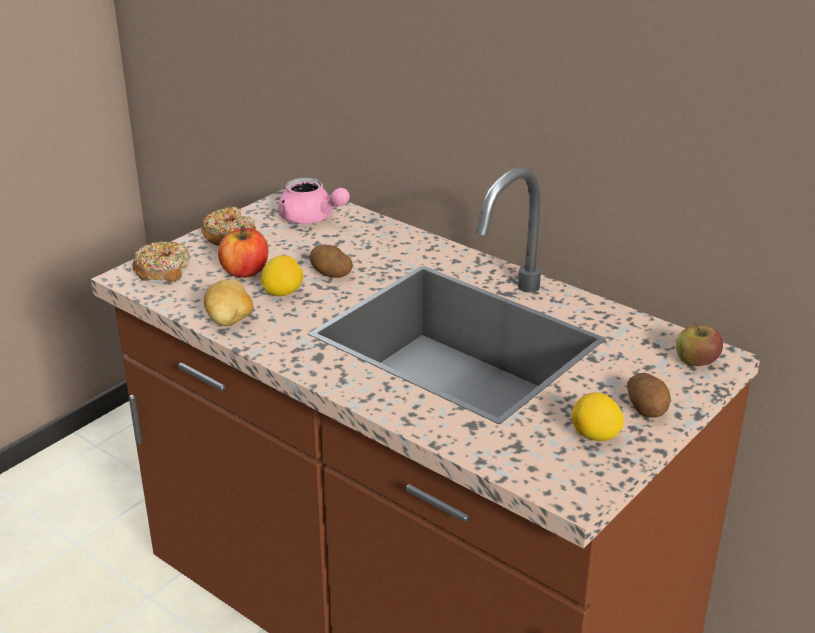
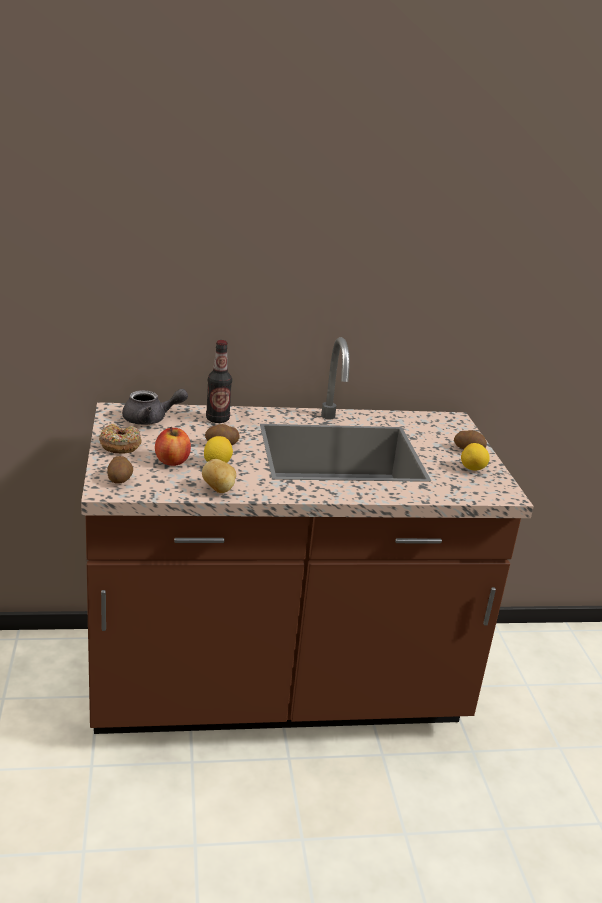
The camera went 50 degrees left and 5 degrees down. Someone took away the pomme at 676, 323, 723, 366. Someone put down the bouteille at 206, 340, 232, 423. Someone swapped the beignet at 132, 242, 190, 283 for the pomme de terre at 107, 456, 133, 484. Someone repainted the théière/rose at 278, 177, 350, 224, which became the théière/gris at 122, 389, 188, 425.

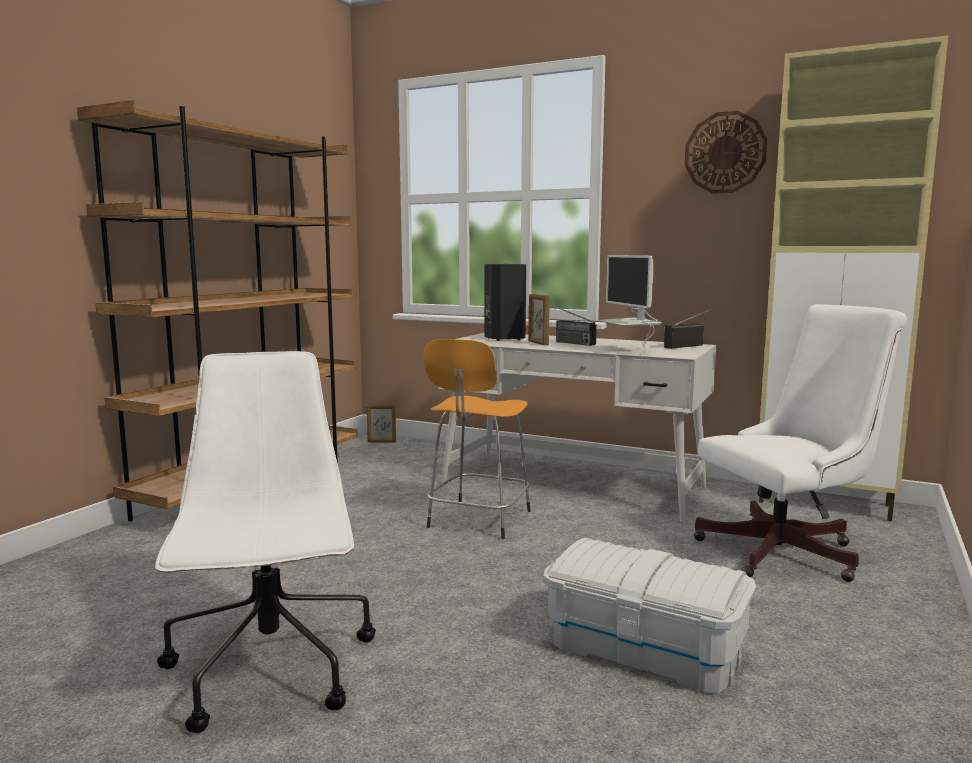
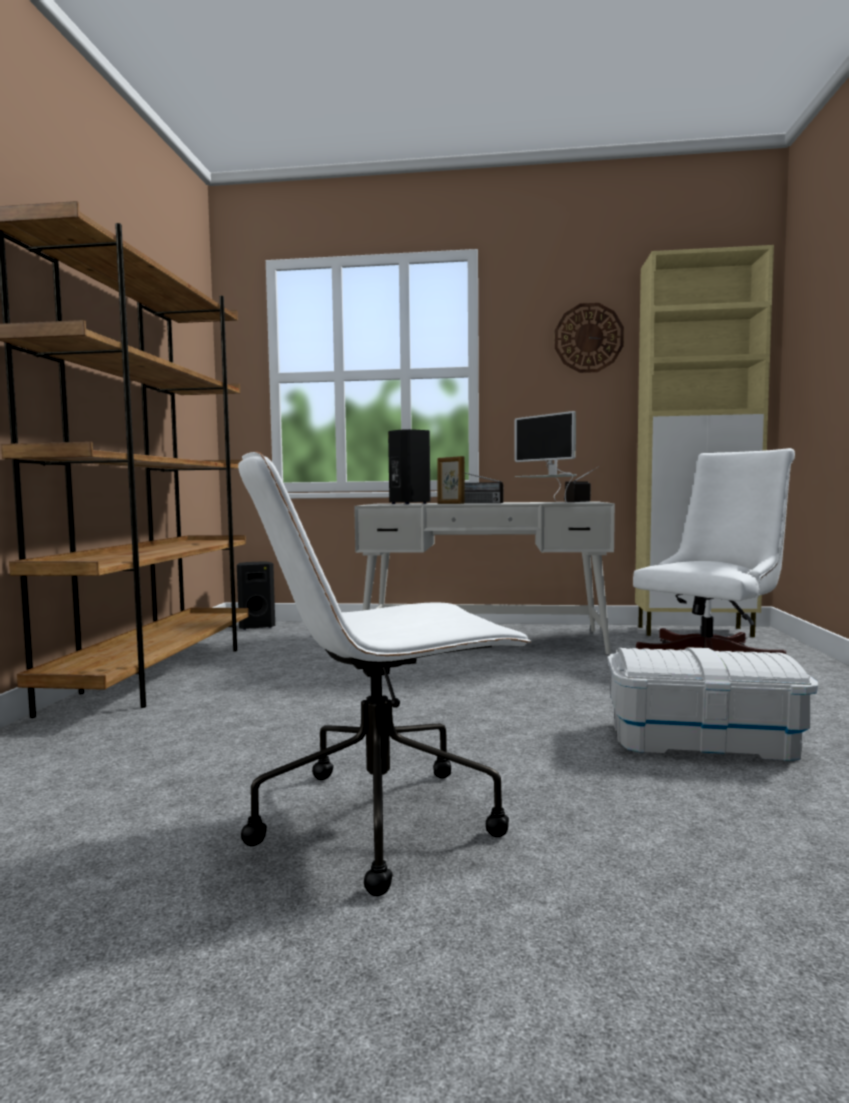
The camera went 20 degrees left and 5 degrees down. Someone took away the tabouret/orange at 423, 339, 531, 539. Someone swapped the cadre photo at 367, 404, 396, 443 for the enceinte/noir at 237, 562, 275, 630. Someone rotated the chaise de bureau/blanc at 155, 351, 376, 733 by 75 degrees counterclockwise.

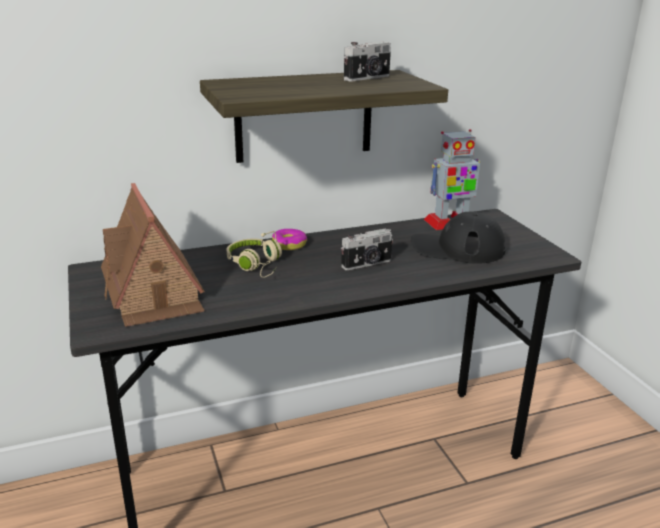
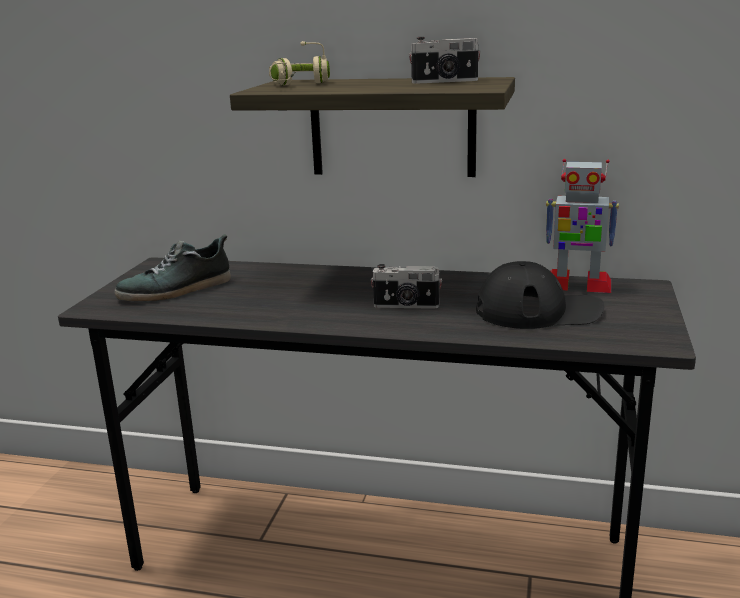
The camera went 35 degrees right and 5 degrees down. Someone took away the beignet at 272, 229, 307, 250. Someone carried the casque audio/beige from 226, 231, 282, 278 to 269, 41, 330, 85. Someone swapped the maison miniature at 101, 183, 205, 327 for the chaussure at 114, 234, 231, 301. Someone rotated the casquette/noir at 411, 212, 506, 264 by 135 degrees clockwise.

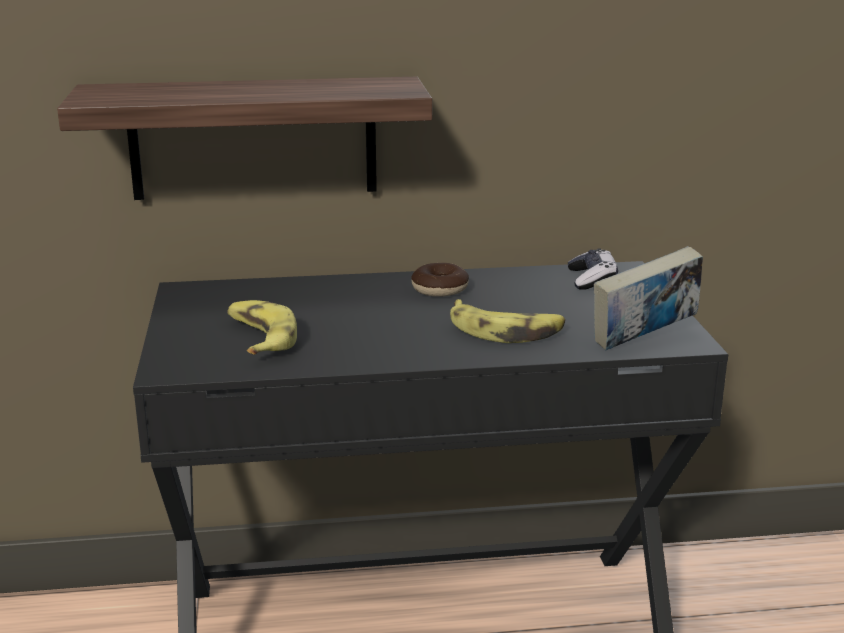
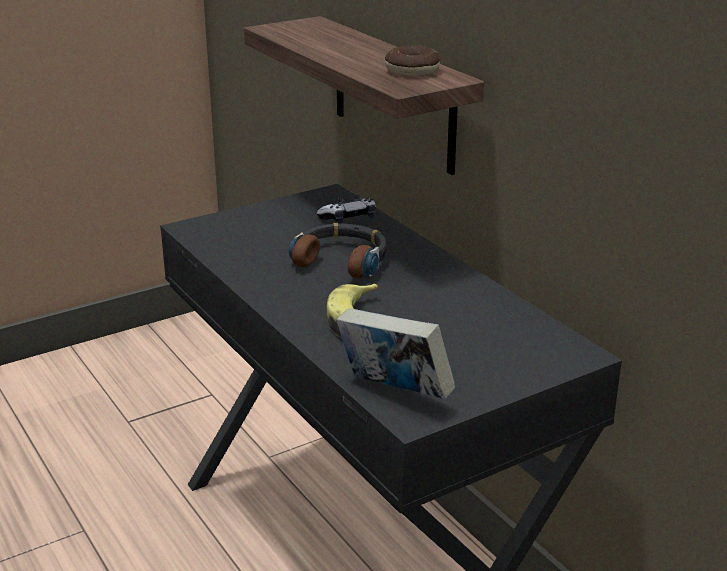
The camera went 65 degrees right and 5 degrees up. Someone took away the banane at 227, 300, 297, 355. Someone put down the casque audio at 289, 223, 387, 278. Someone carried the beignet from 411, 263, 469, 297 to 385, 45, 440, 76. Someone carried the manette from 568, 249, 618, 290 to 317, 195, 376, 224.

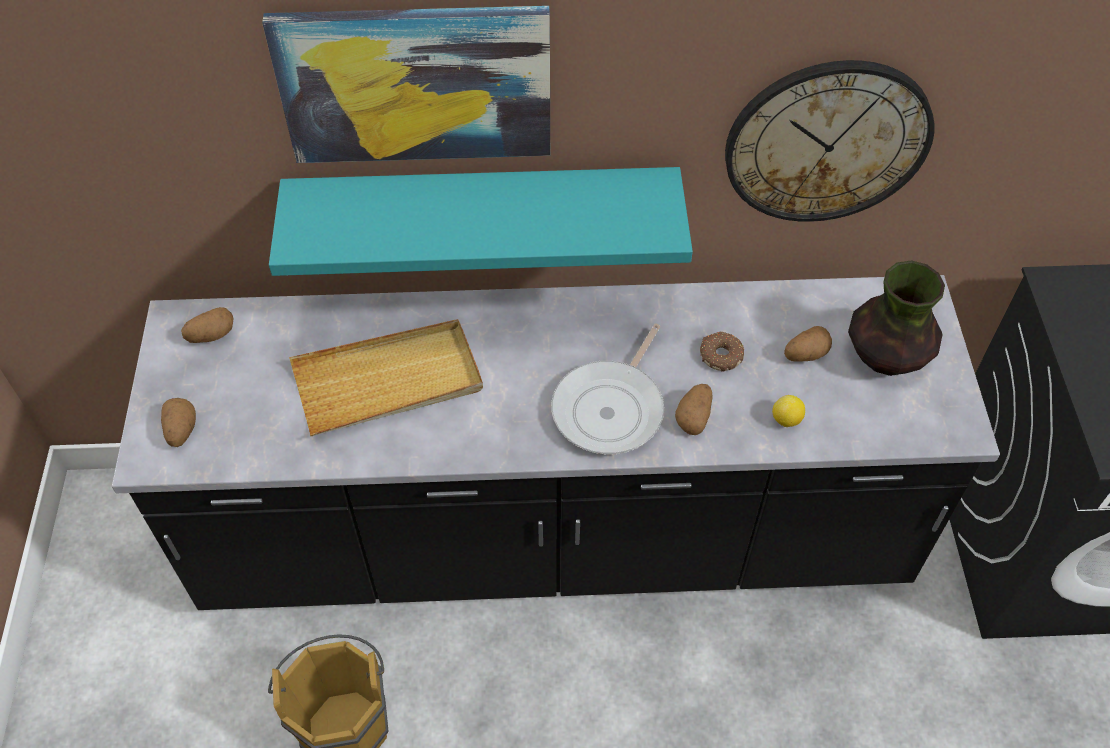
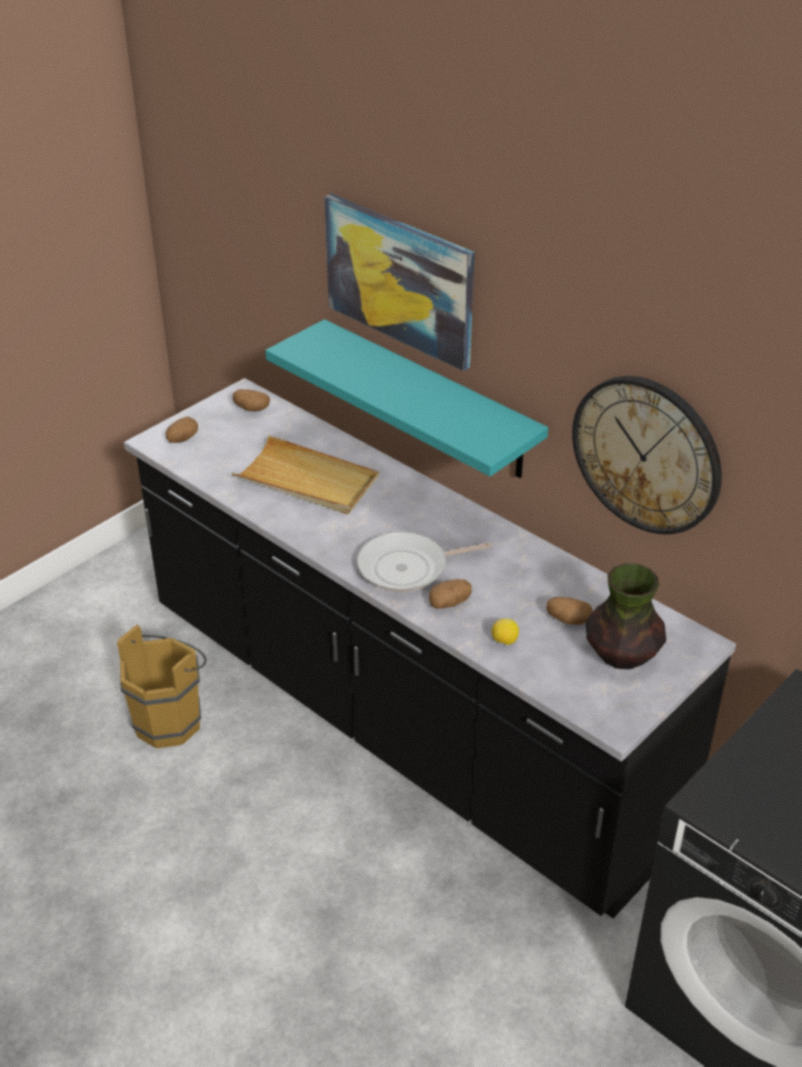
The camera went 45 degrees right and 15 degrees down. Someone took away the beignet at 700, 332, 744, 372.

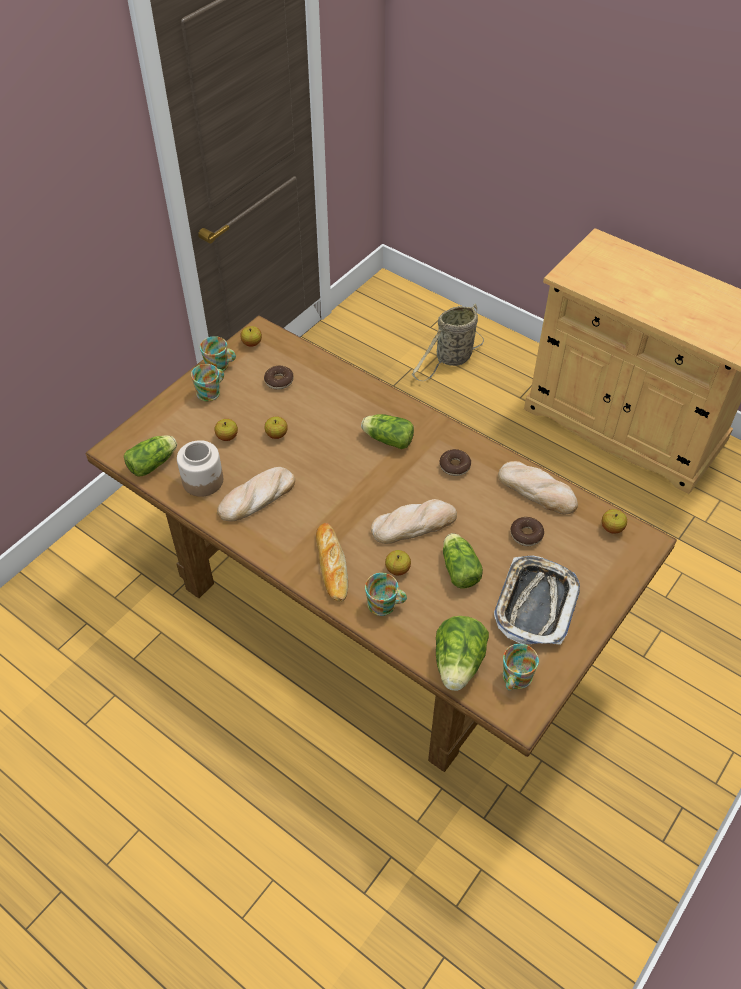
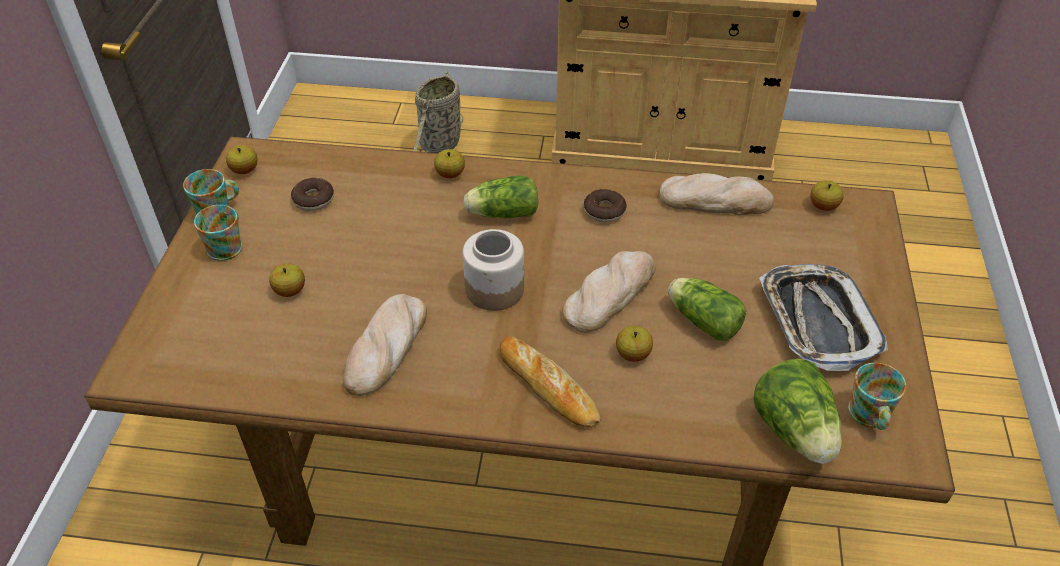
The camera went 30 degrees left and 5 degrees down. Someone took away the laitue at 124, 435, 177, 477. Someone took away the mug at 365, 573, 407, 616. Someone took away the beignet at 510, 517, 544, 546. Someone carried the bocal from 177, 440, 223, 497 to 463, 229, 524, 311. Someone carried the pomme from 264, 416, 288, 439 to 434, 149, 465, 178.

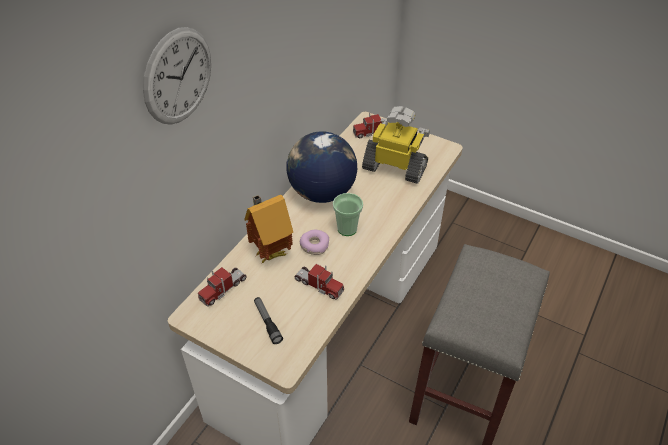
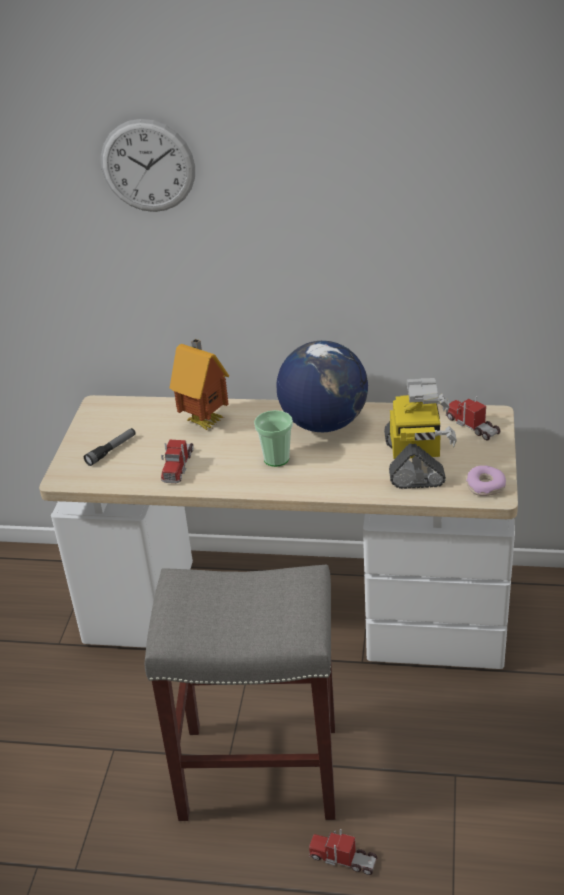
The camera went 70 degrees right and 10 degrees down. Someone carried the camion jouet from 198, 267, 246, 307 to 309, 829, 378, 875. Someone carried the beignet from 300, 230, 329, 255 to 466, 465, 506, 496.

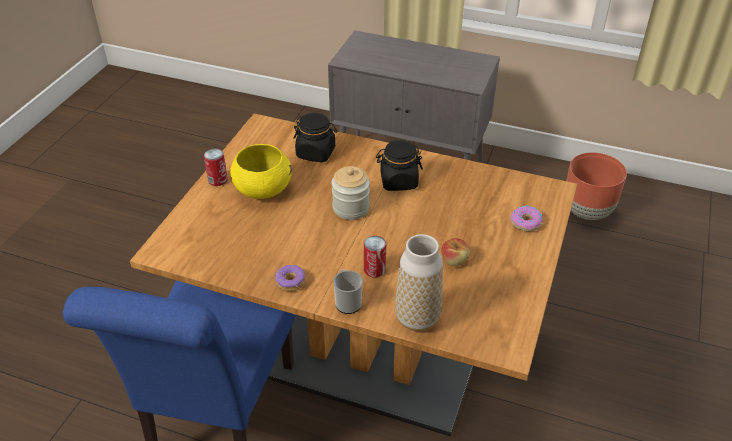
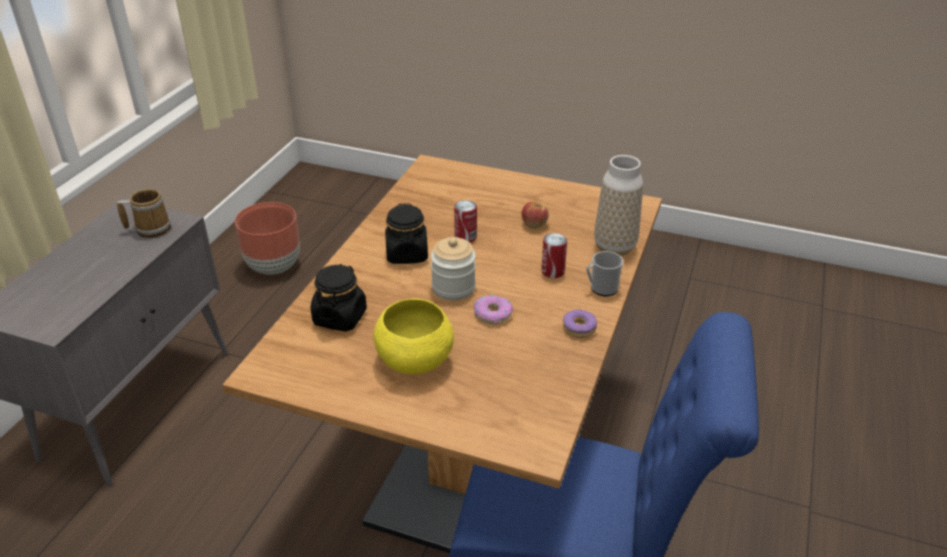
The camera went 90 degrees left and 5 degrees down. Someone put down the mug at 117, 189, 171, 238. Someone carried the boîte métallique from 204, 149, 228, 186 to 454, 200, 477, 242. Someone carried the beignet from 511, 205, 543, 231 to 474, 294, 513, 324.

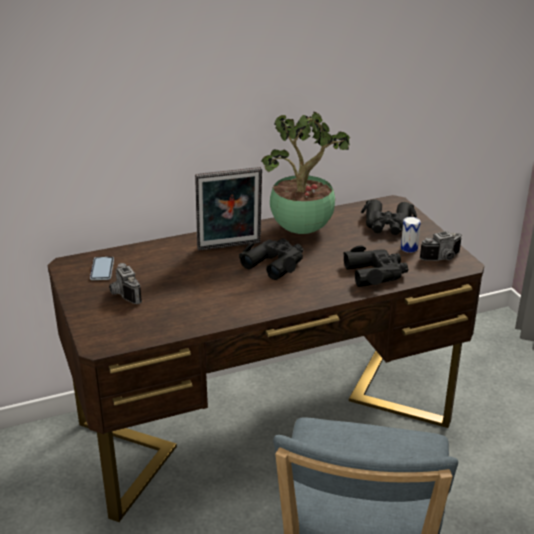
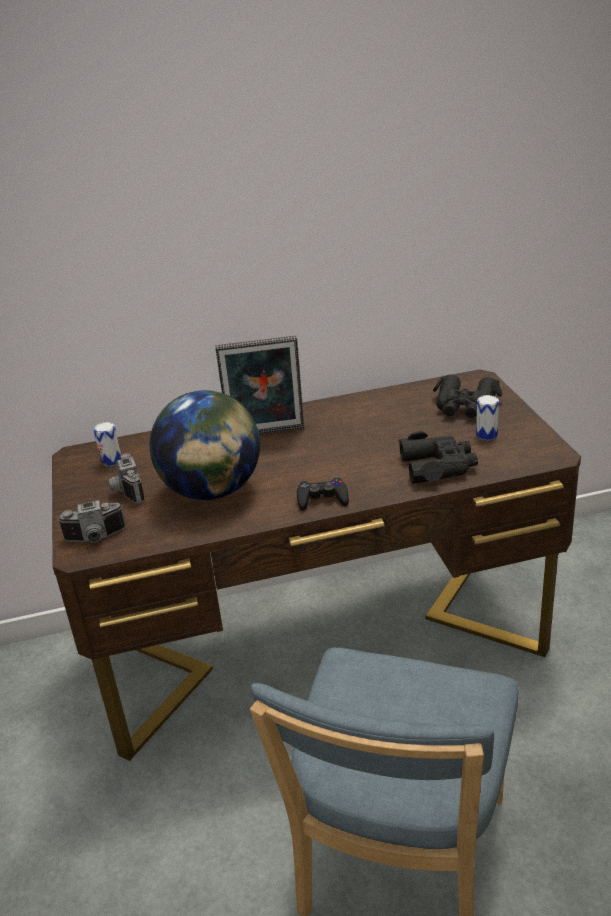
The camera went 10 degrees right and 0 degrees up. Someone took away the jumelles/noir at 239, 238, 303, 280. Someone took away the plante en pot at 261, 112, 350, 234. Someone put down the globe at 150, 390, 260, 500. Someone put down the manette/noir at 297, 477, 349, 511. Someone carried the appareil photo from 420, 231, 462, 261 to 58, 500, 126, 543. Someone swapped the téléphone at 90, 257, 114, 280 for the boîte métallique at 93, 422, 121, 466.

